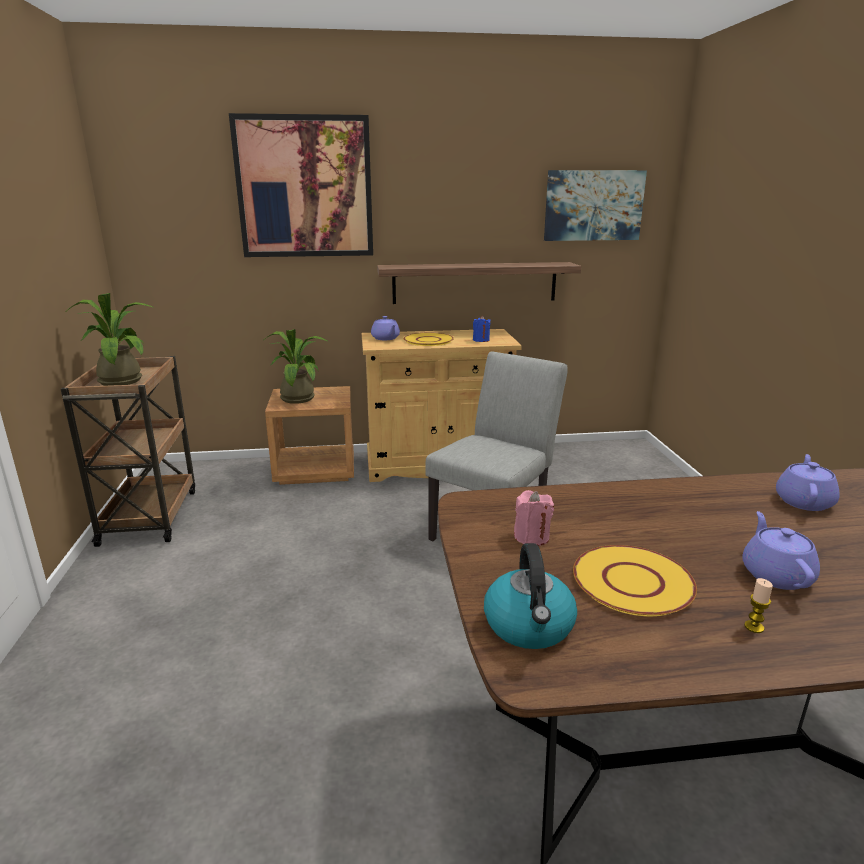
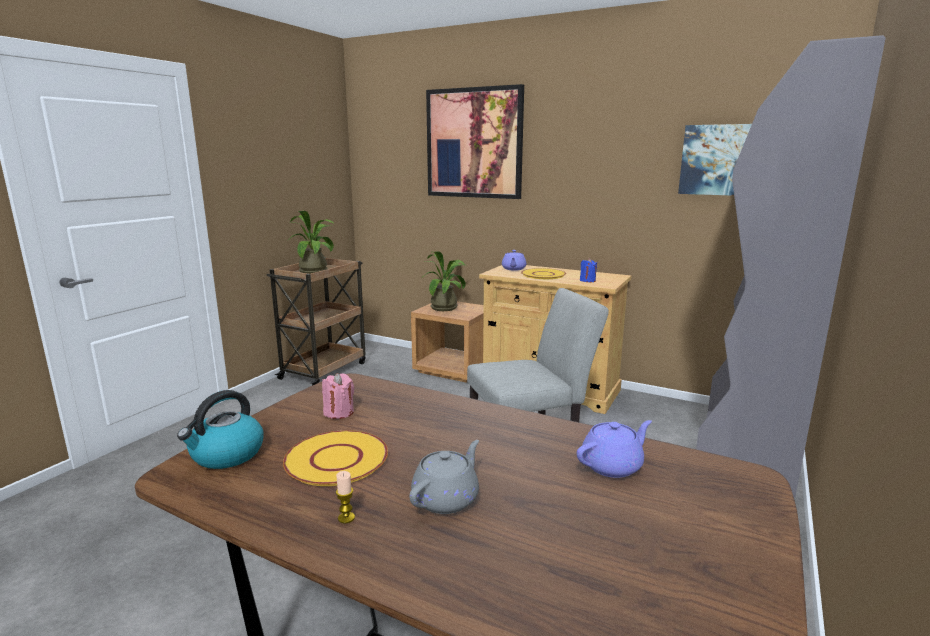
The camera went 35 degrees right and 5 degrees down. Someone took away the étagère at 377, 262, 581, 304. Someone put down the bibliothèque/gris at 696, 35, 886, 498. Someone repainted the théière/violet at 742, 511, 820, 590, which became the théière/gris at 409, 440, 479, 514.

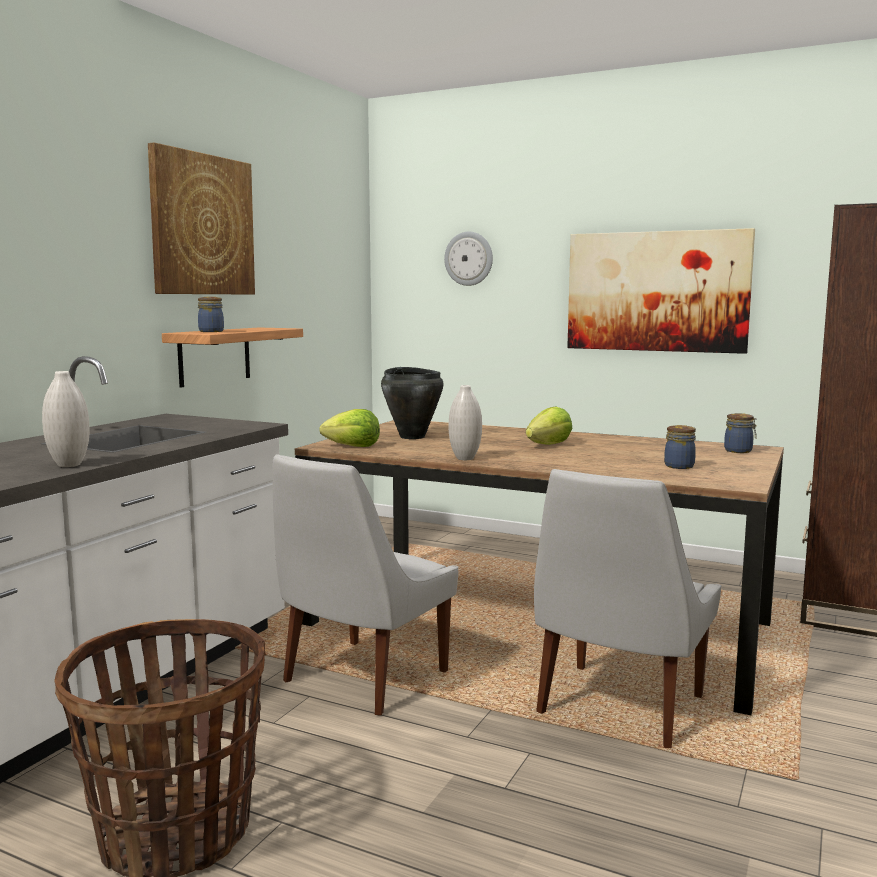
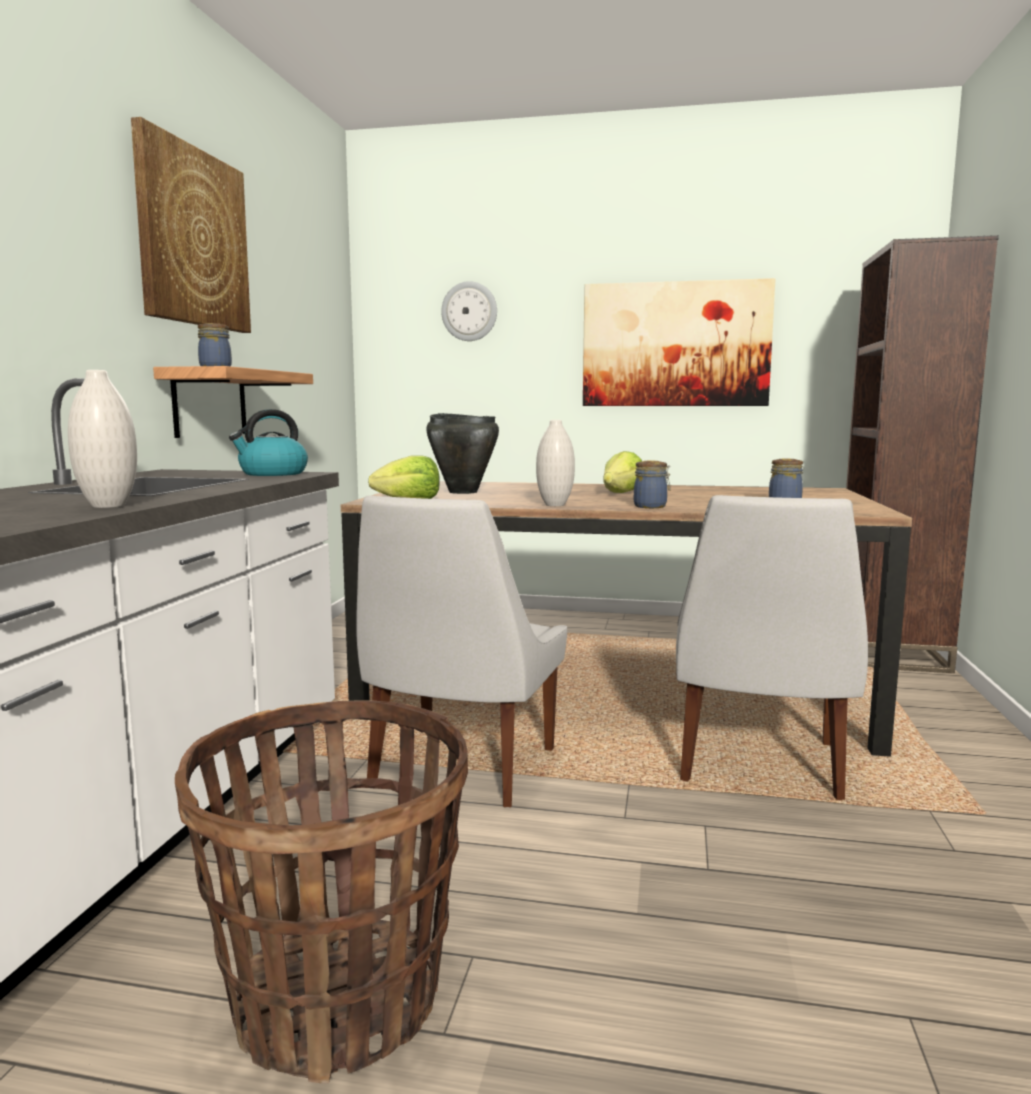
The camera went 15 degrees left and 0 degrees up. Someone put down the bouilloire at 229, 409, 308, 476. Someone carried the bocal from 724, 413, 757, 453 to 634, 461, 671, 508.

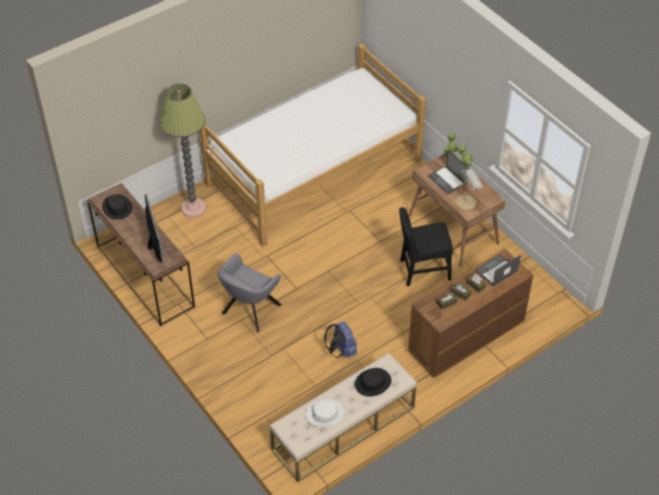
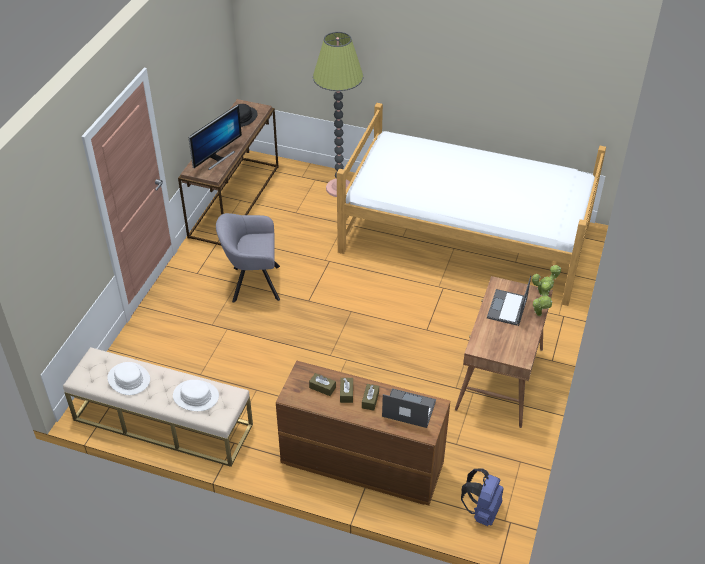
The camera went 55 degrees right and 5 degrees down. Someone took away the chaise/noir at 399, 207, 453, 286. Someone took away the lampe de table at 456, 169, 483, 210. Someone carried the sac à dos/bleu from 324, 322, 357, 358 to 461, 469, 504, 526. Someone repainted the chapeau/noir at 355, 368, 391, 397, which became the chapeau/blanc at 173, 380, 219, 411.

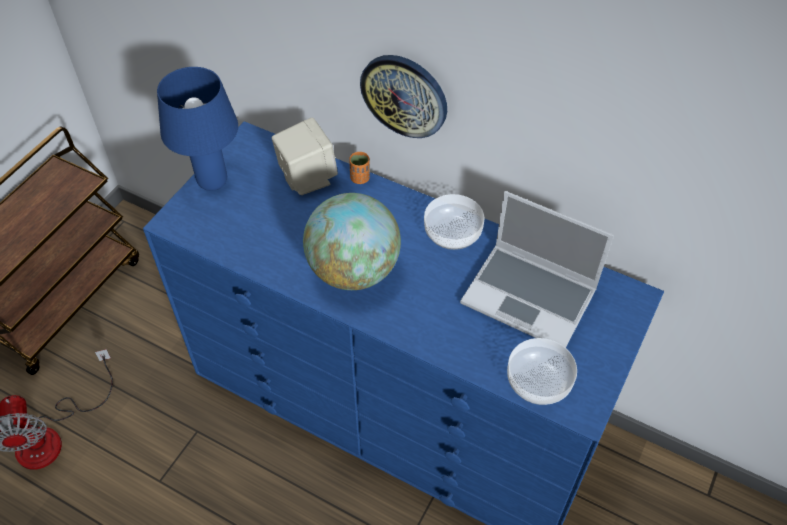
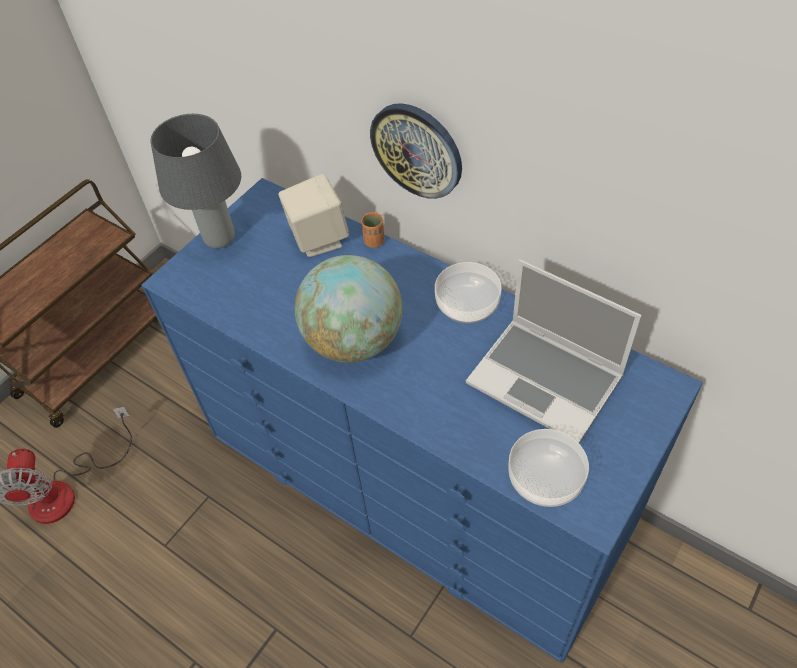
The camera went 10 degrees right and 0 degrees up. Someone repainted the lampe de table/bleu at 157, 67, 238, 191, which became the lampe de table/gris at 150, 114, 241, 249.

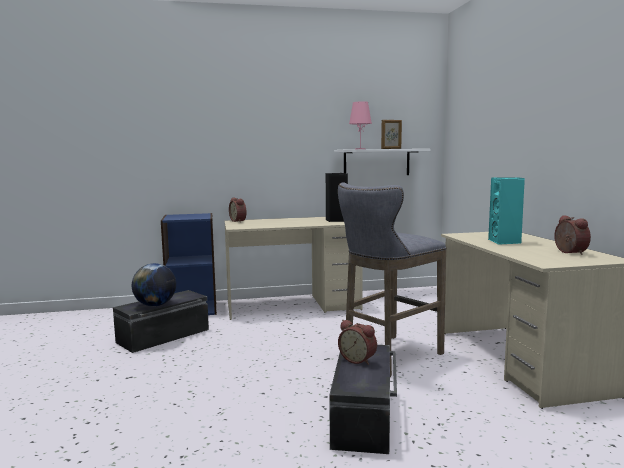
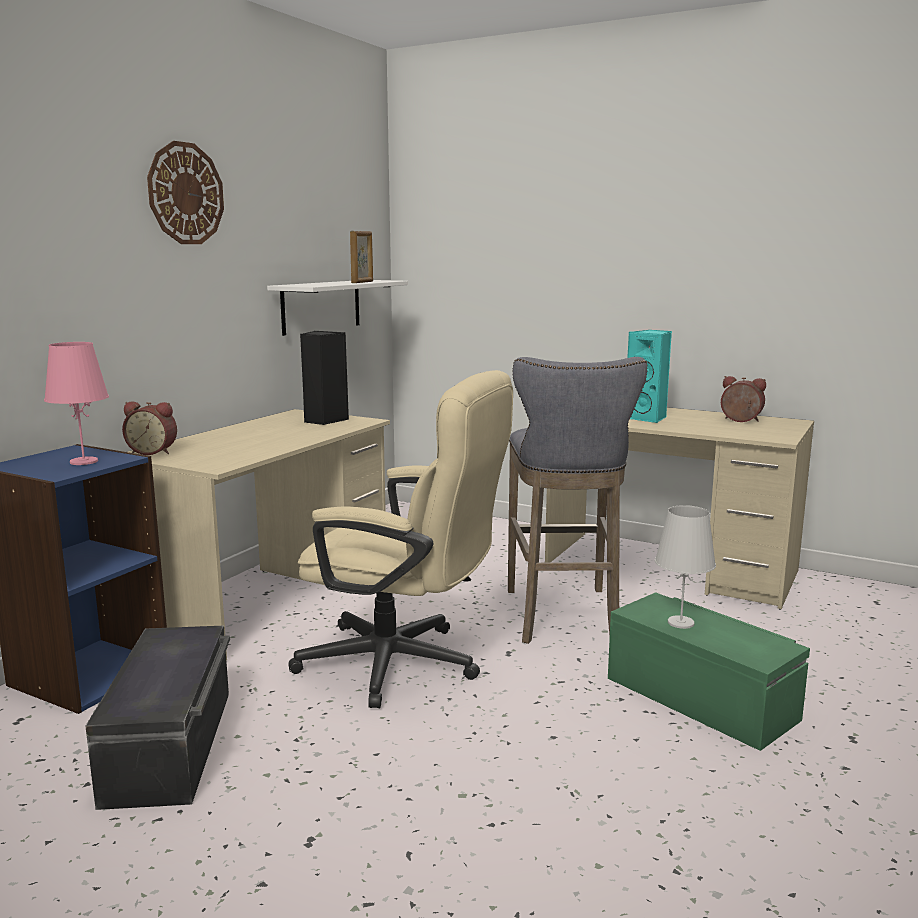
The camera went 50 degrees left and 5 degrees up. Someone took away the globe at 132, 263, 176, 307. Someone put up the horloge murale at 147, 141, 224, 244. Someone put down the chaise de bureau/beige at 288, 370, 513, 708. Someone carried the lampe de table/rose from 349, 101, 372, 149 to 44, 342, 109, 465. Someone swapped the réveil at 338, 320, 377, 365 for the lampe de table/blanc at 655, 505, 716, 629. Someone repainted the boîte de rangement/noir at 329, 345, 397, 454, which became the boîte de rangement/vert at 608, 592, 810, 751.

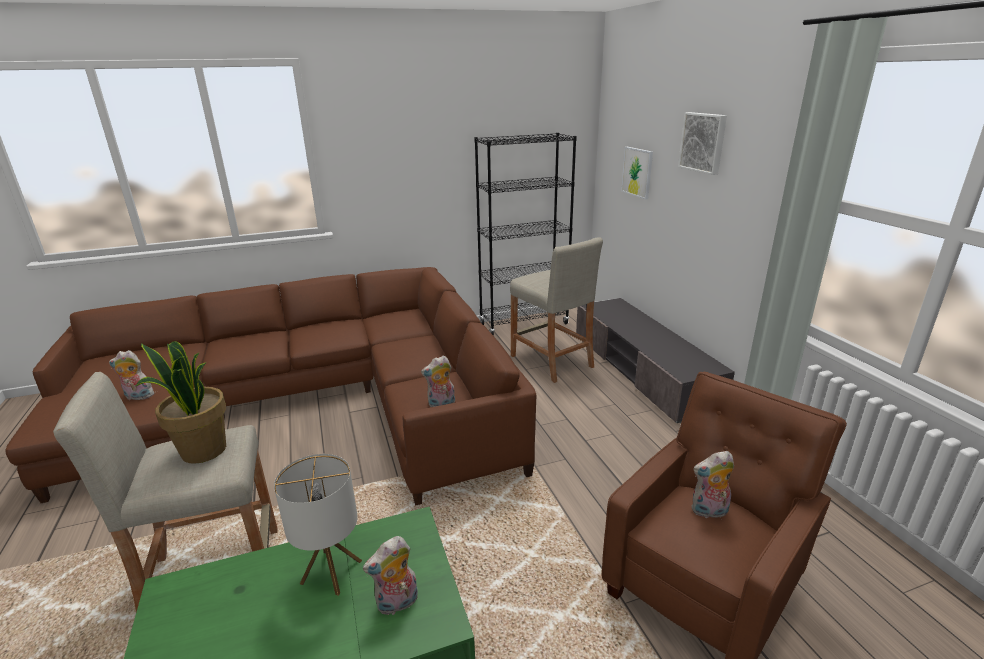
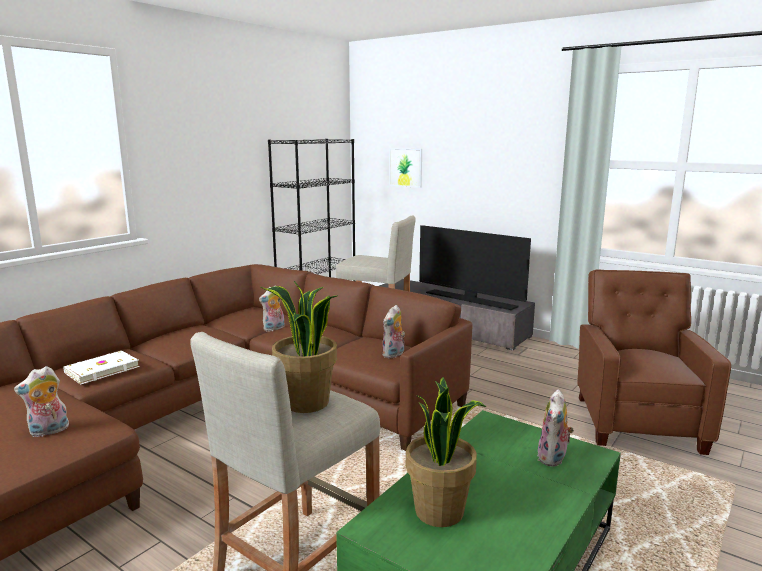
The camera went 35 degrees left and 10 degrees down. Someone took away the lampe de table at 274, 454, 362, 596. Someone took away the tableau at 678, 112, 727, 175. Someone put down the livre/blanc at 63, 351, 140, 385. Someone put down the plante en pot at 406, 377, 486, 527. Someone put down the téléviseur at 419, 225, 531, 310. Someone carried the peluche from 691, 451, 734, 518 to 259, 285, 285, 332.

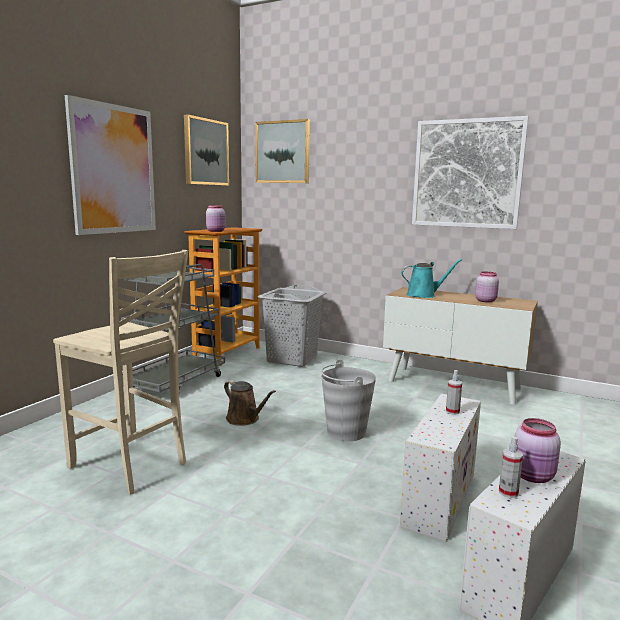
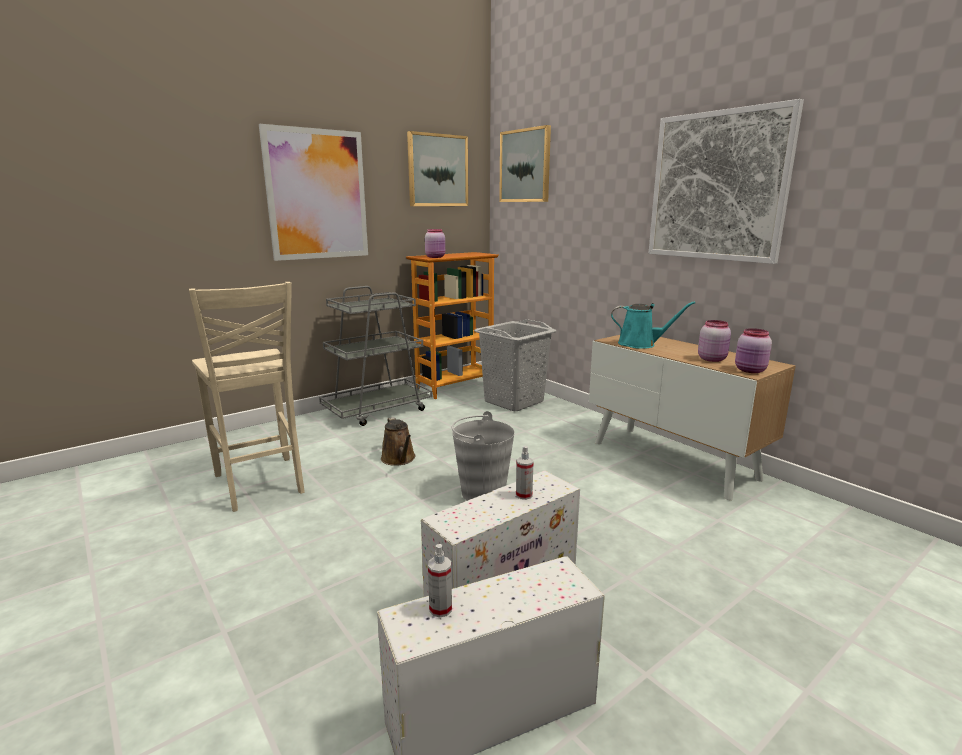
The camera went 25 degrees right and 5 degrees up. Someone carried the bocal/rose from 515, 418, 561, 483 to 735, 328, 772, 373.

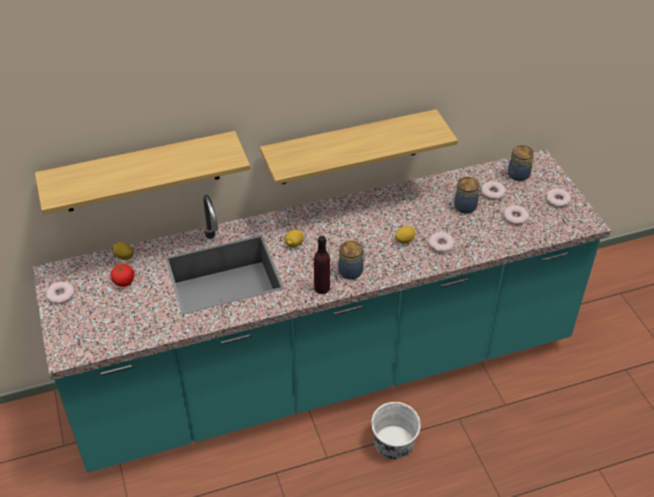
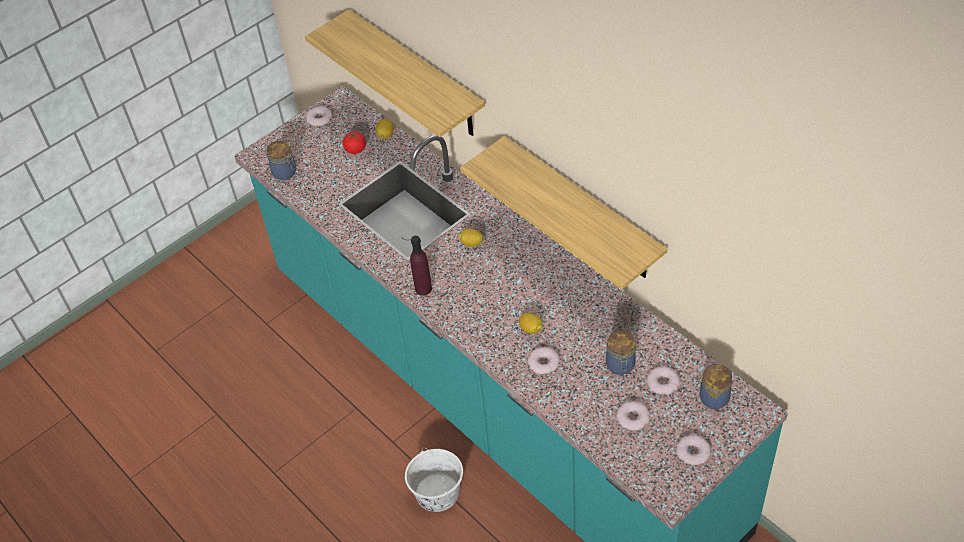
The camera went 70 degrees right and 5 degrees up. Someone carried the bocal from 338, 240, 365, 279 to 266, 141, 296, 180.

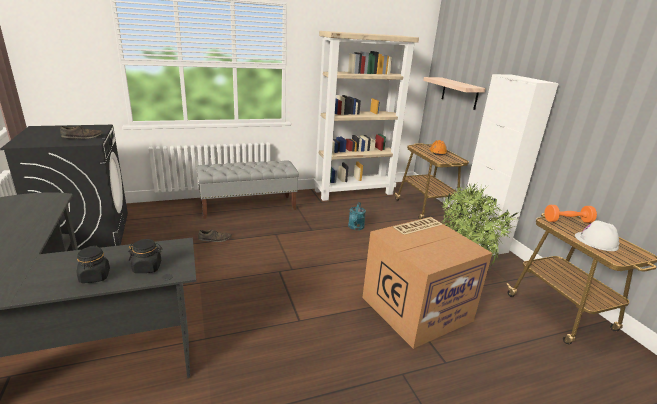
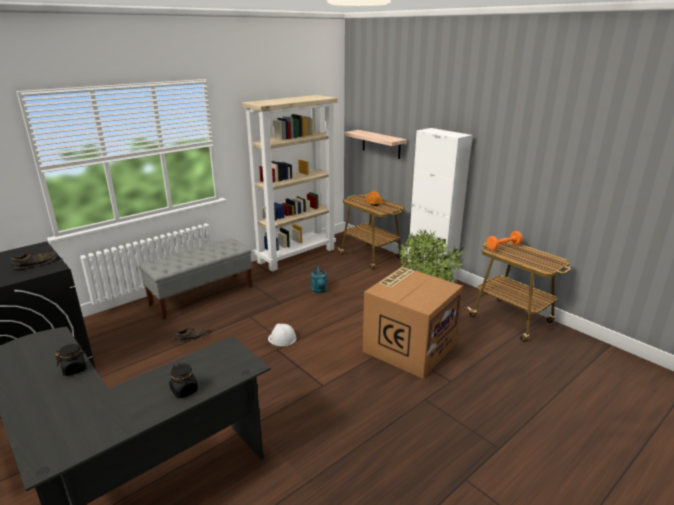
The camera went 20 degrees left and 0 degrees up. Someone carried the bocal/noir from 128, 239, 162, 273 to 56, 344, 87, 376. Someone carried the casque de chantier/blanc from 575, 221, 619, 251 to 268, 324, 296, 346.

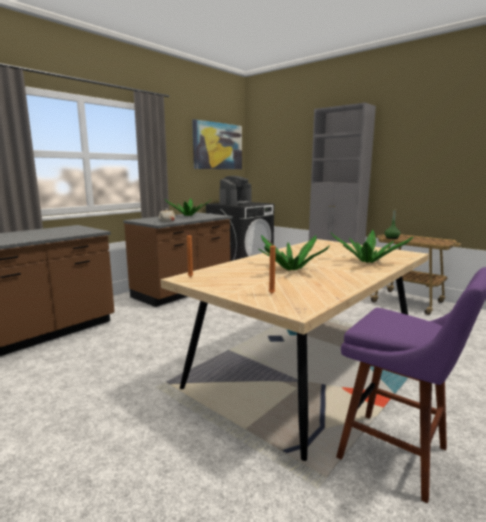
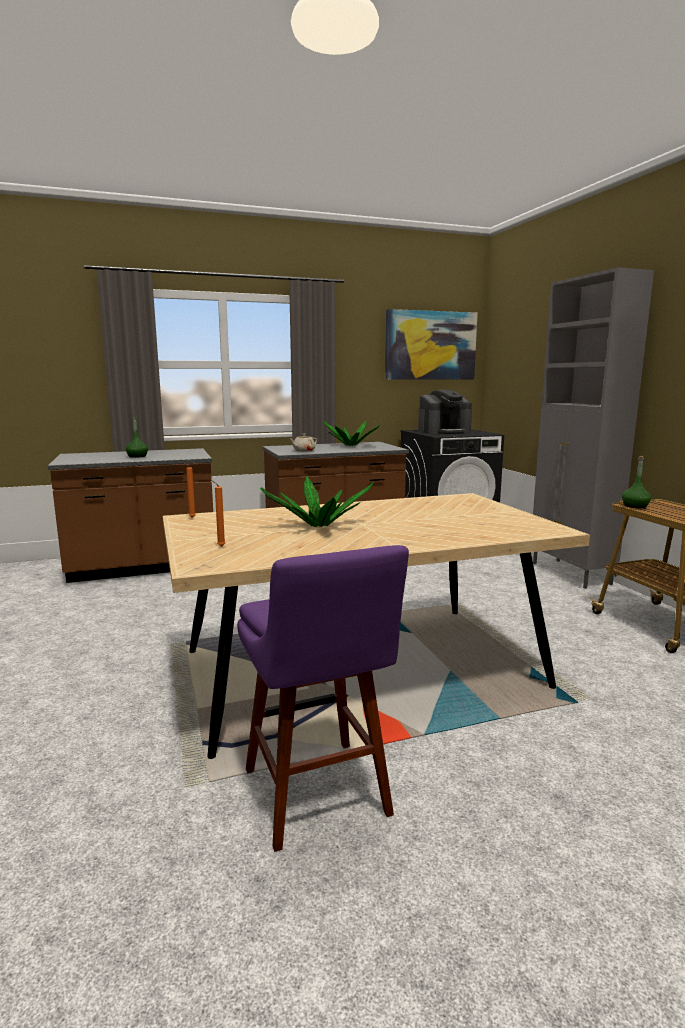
The camera went 30 degrees right and 0 degrees up. Someone took away the plante en pot at 331, 230, 413, 263. Someone put down the bouteille/vert at 126, 415, 148, 458.

